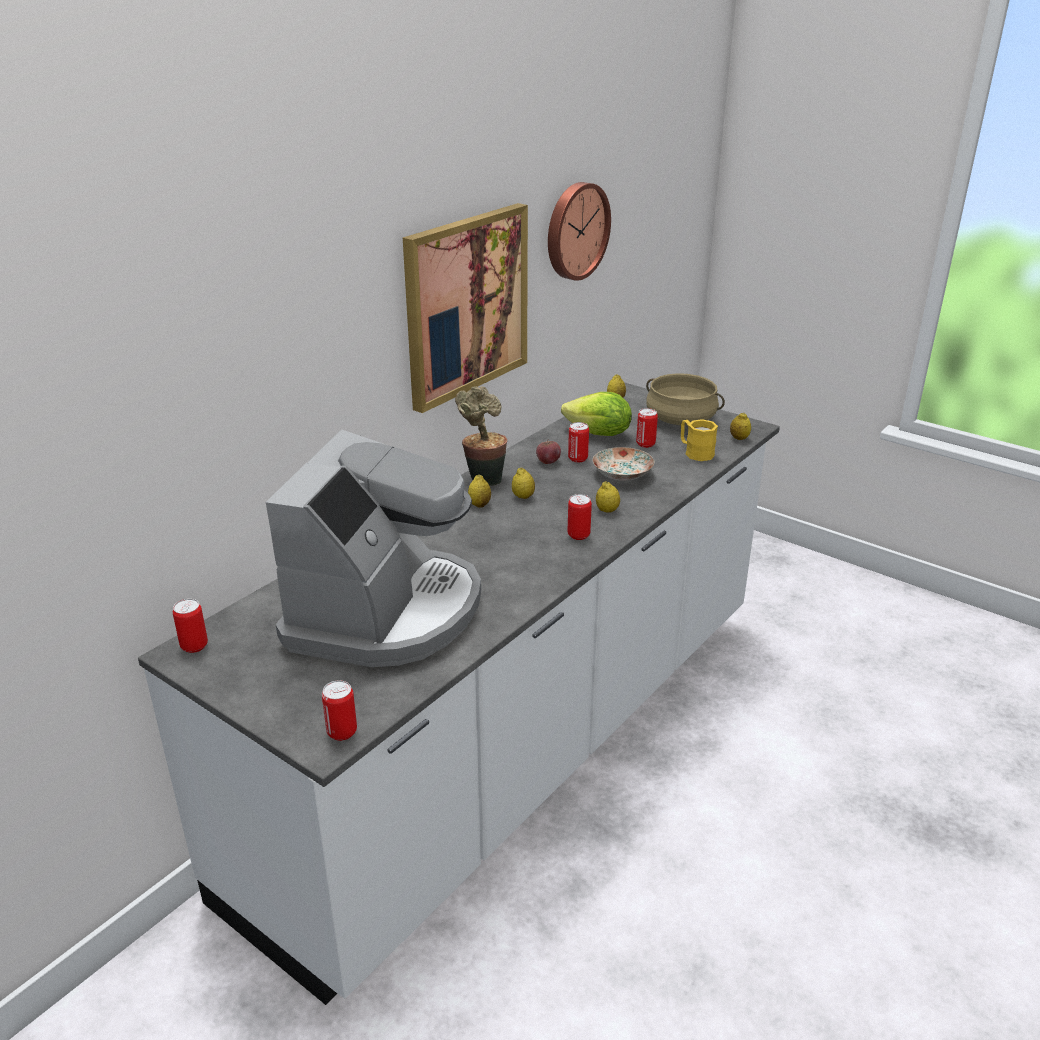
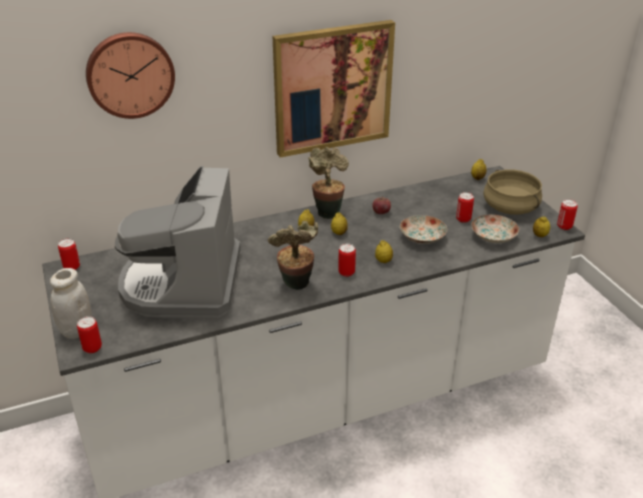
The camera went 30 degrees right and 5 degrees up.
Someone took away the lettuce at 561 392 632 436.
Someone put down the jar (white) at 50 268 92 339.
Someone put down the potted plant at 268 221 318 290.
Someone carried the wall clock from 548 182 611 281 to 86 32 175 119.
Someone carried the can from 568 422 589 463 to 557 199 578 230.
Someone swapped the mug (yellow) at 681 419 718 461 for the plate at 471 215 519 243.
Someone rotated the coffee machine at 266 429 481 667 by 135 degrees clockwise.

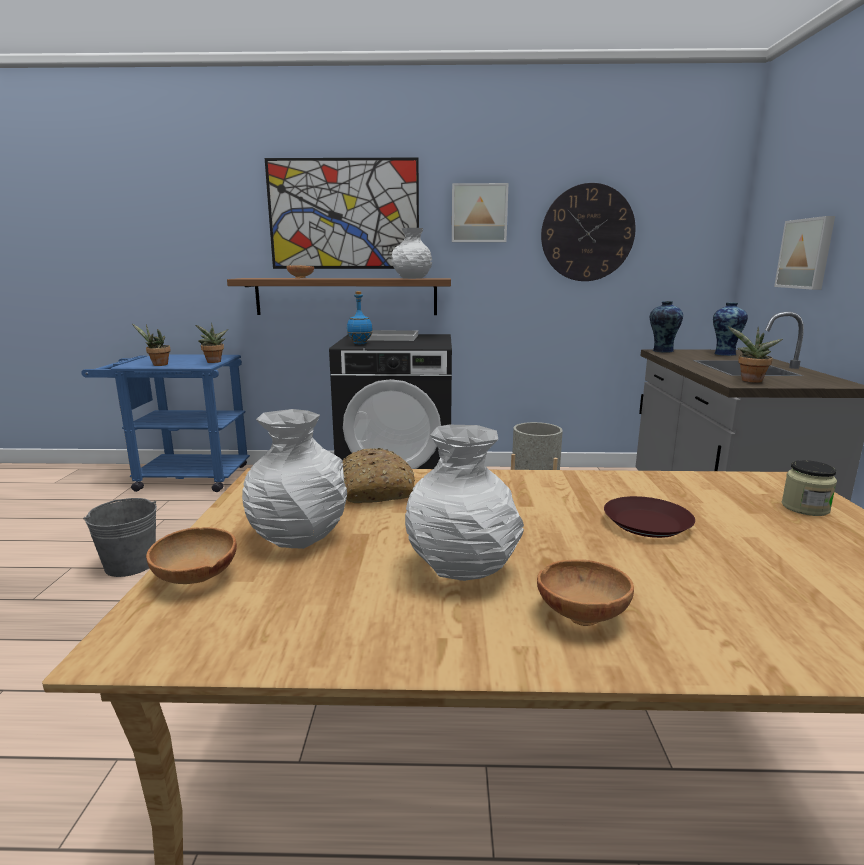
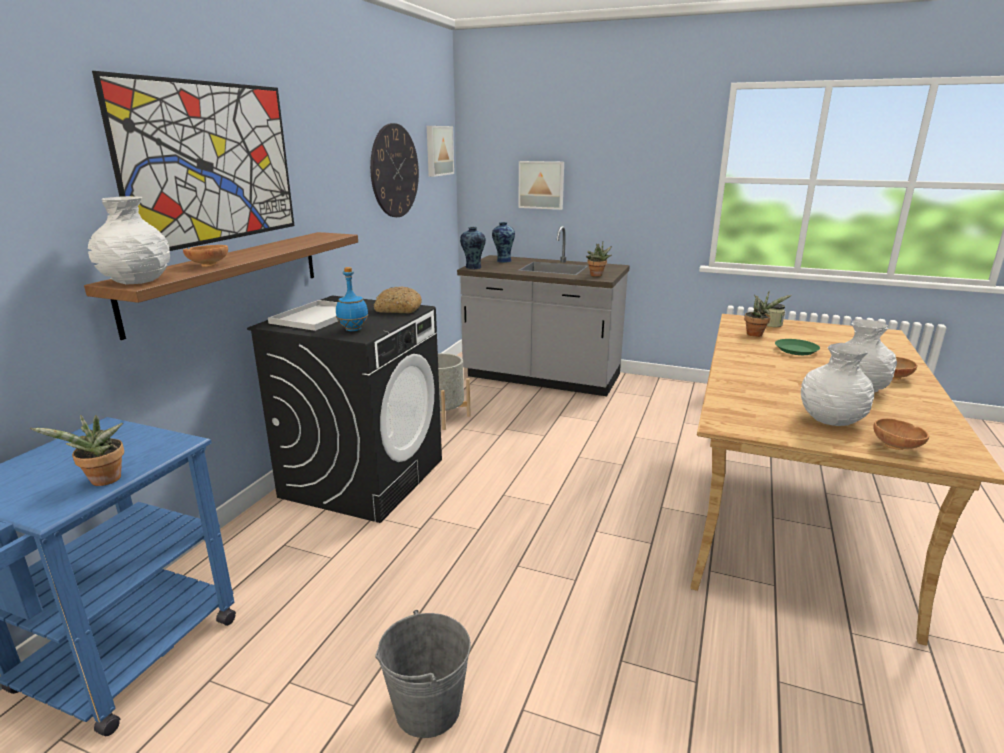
The camera went 70 degrees left and 5 degrees up.
Someone carried the potted plant from 195 323 228 363 to 744 291 792 337.
Someone carried the bread from 342 448 415 503 to 374 287 422 313.
Someone carried the vase (white) from 391 228 432 279 to 88 196 170 285.
Someone carried the picture from 452 183 508 242 to 427 126 454 177.
Someone repainted the plate (brown) at 604 496 695 538, which became the plate (green) at 775 339 820 355.

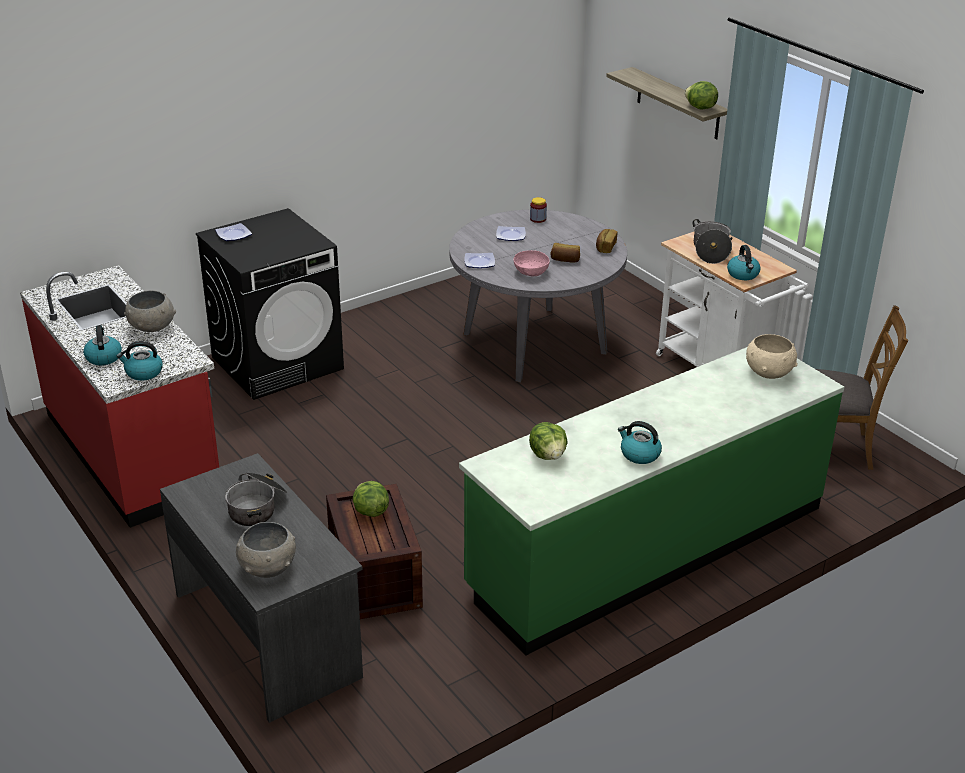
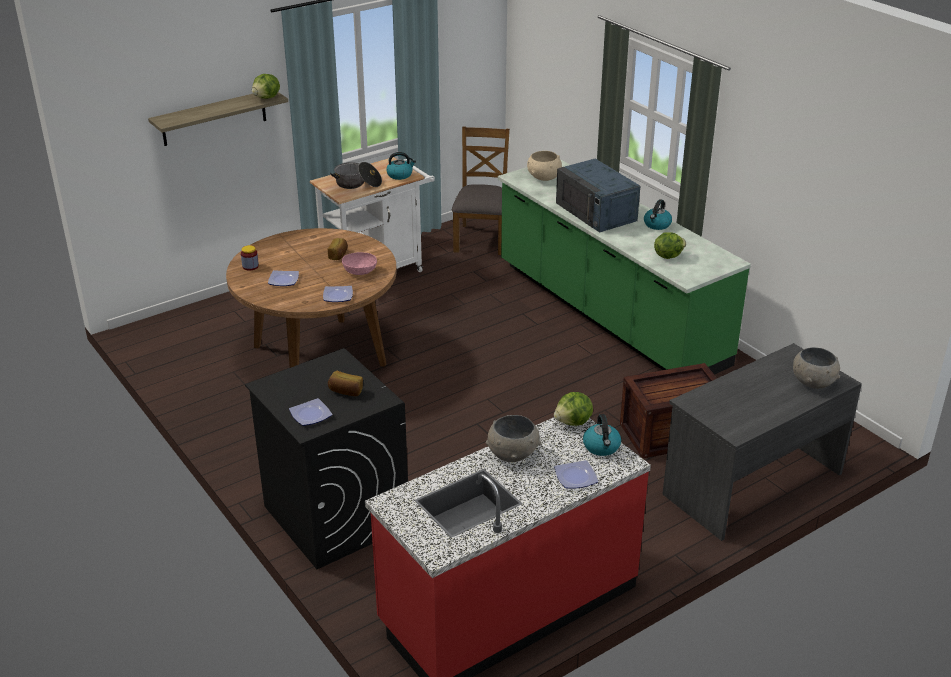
The camera went 90 degrees left and 0 degrees up.
Someone took away the cooking pot at 225 473 288 526.
Someone put down the microwave (blue) at 556 158 640 232.
Someone carried the lettuce from 353 481 389 517 to 554 392 593 426.
Someone carried the bread from 596 229 617 253 to 328 371 363 396.
Someone swapped the kettle at 83 325 122 366 for the plate at 554 460 599 488.
Someone repainted the dining table (grey) at 449 210 627 382, which became the dining table (brown) at 226 228 397 368.

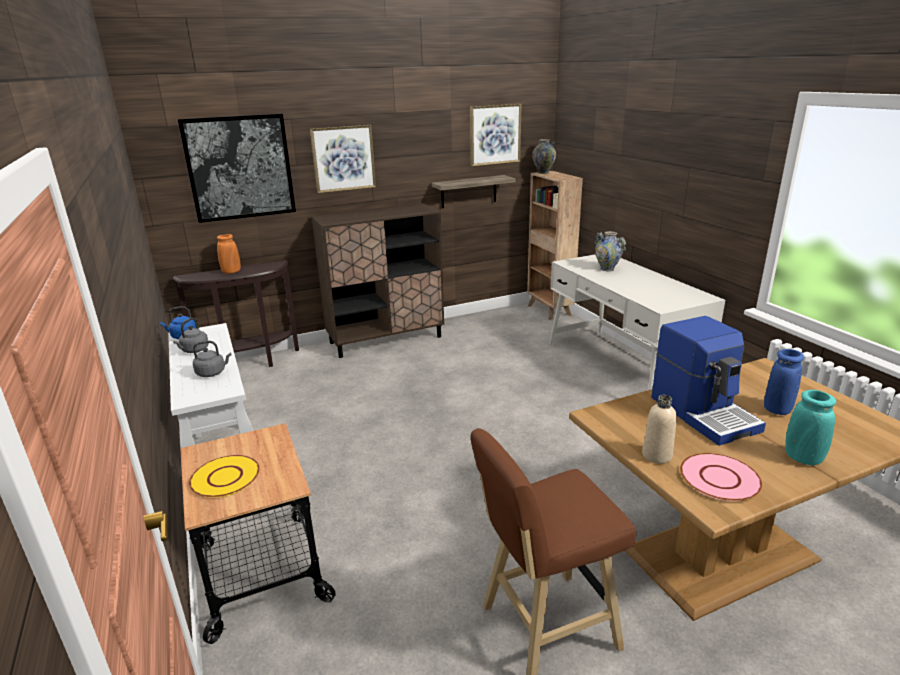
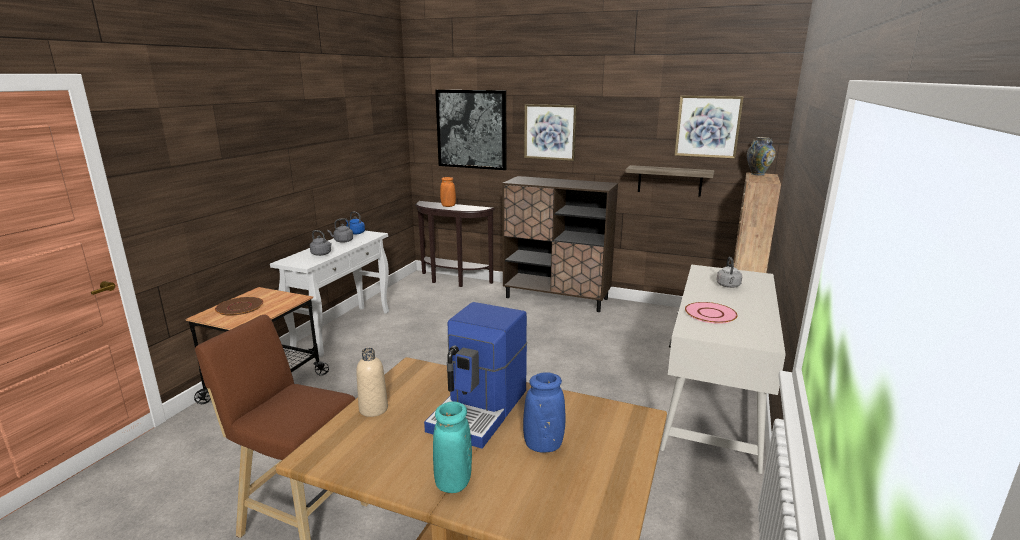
The camera went 45 degrees right and 5 degrees down.
Someone carried the plate (pink) from 680 453 762 501 to 685 302 738 324.
Someone swapped the vase at 595 231 626 272 for the kettle (grey) at 716 257 742 288.
Someone repainted the plate (yellow) at 189 455 260 498, which became the plate (brown) at 215 297 264 316.

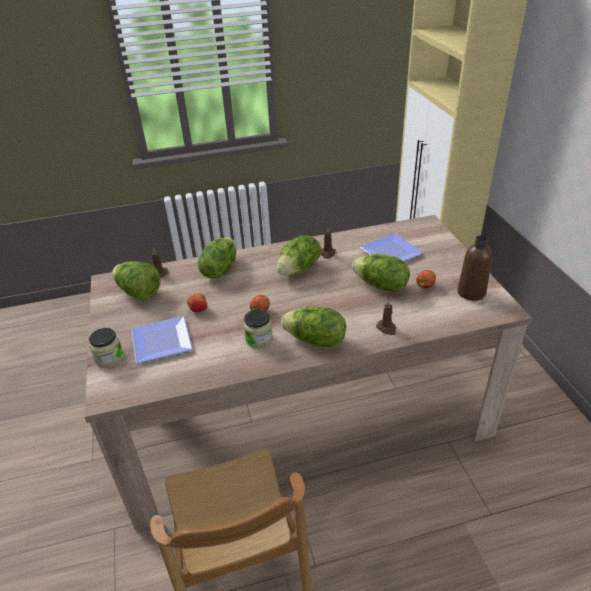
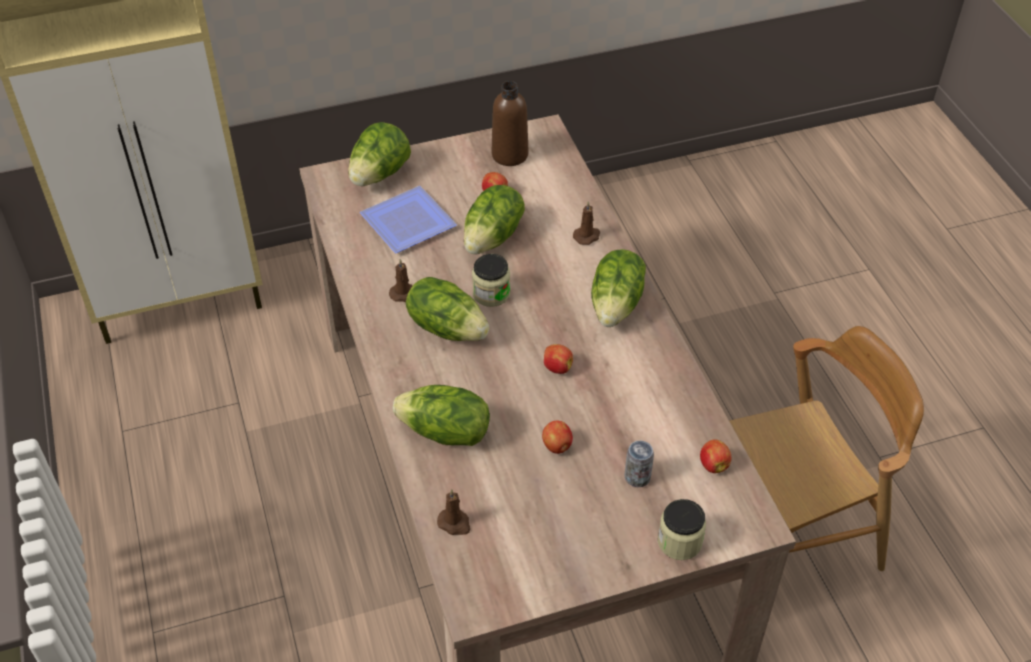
The camera went 95 degrees left and 10 degrees up.
Someone put down the apple at 700 439 732 473.
Someone carried the lettuce from 112 261 161 300 to 348 122 411 186.
Someone carried the jar from 243 310 273 348 to 472 254 510 307.
Someone swapped the plate at 131 316 193 364 for the can at 624 441 654 487.

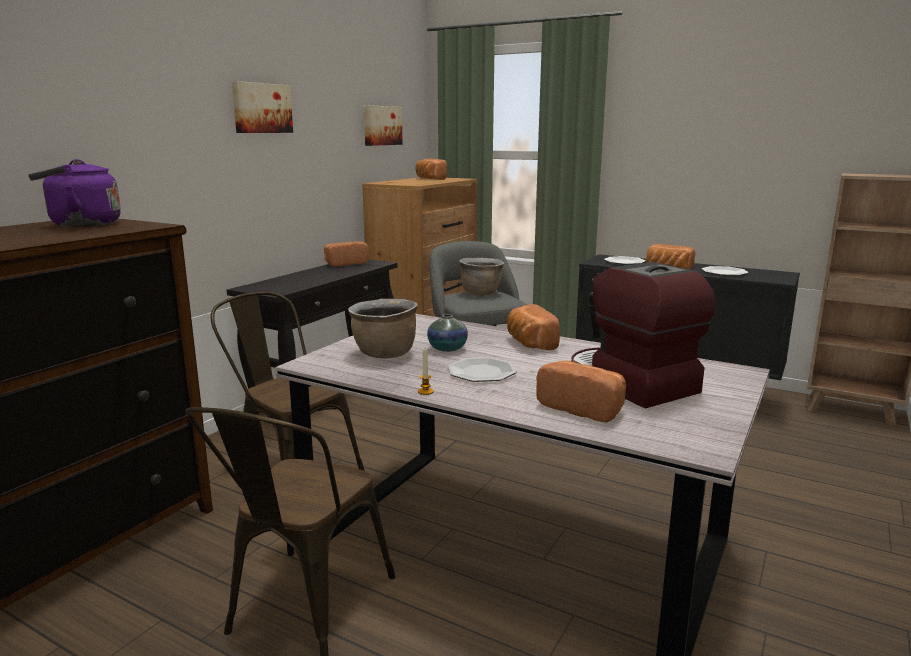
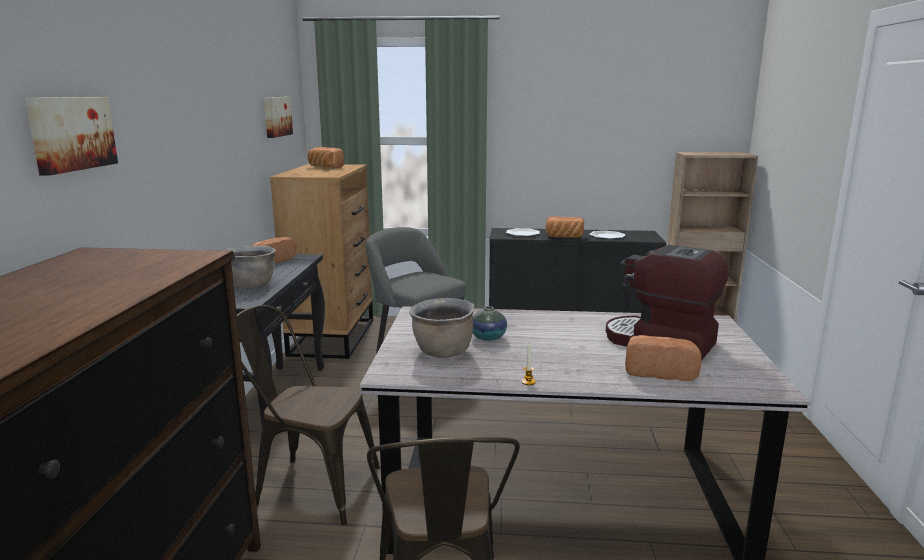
The camera went 25 degrees left and 0 degrees up.
Someone took away the kettle (purple) at 29 159 121 227.
Someone took away the plate at 448 357 517 382.
Someone took away the bread at 507 304 560 350.
Someone carried the picture from 232 81 293 133 to 25 97 118 176.
Someone carried the cooking pot (brown) from 459 258 504 295 to 224 246 276 289.

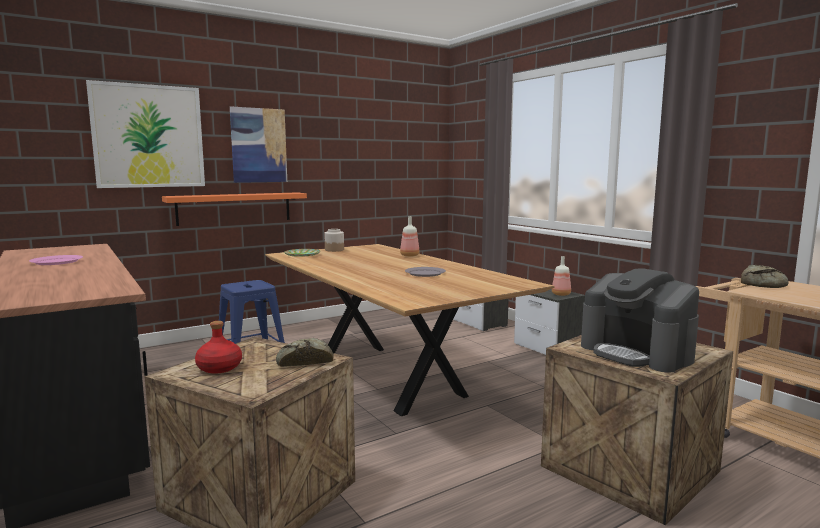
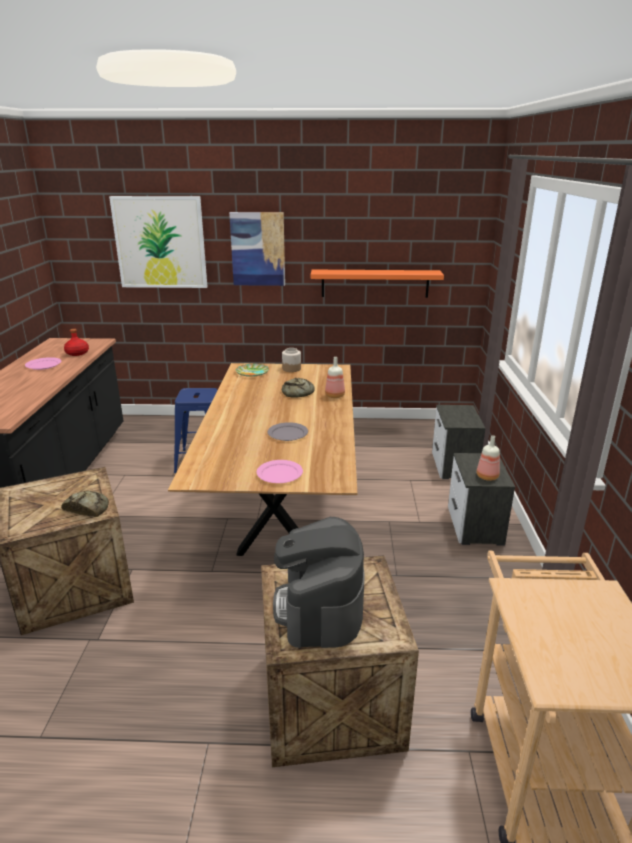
The camera went 35 degrees right and 15 degrees up.
Someone put down the plate (pink) at 256 460 303 483.
Someone carried the shelf (orange) from 162 192 307 226 to 311 270 444 298.
Someone carried the bottle (red) from 195 321 242 374 to 64 329 89 356.
Someone carried the bread from 741 265 789 288 to 282 378 315 398.

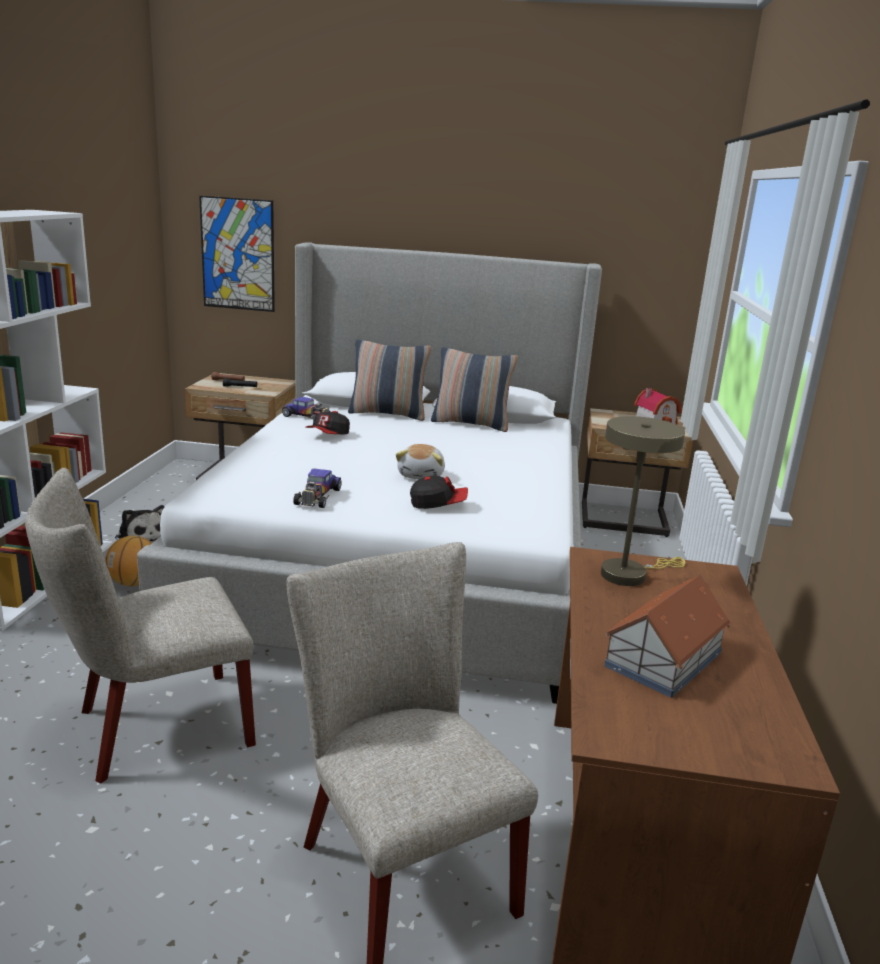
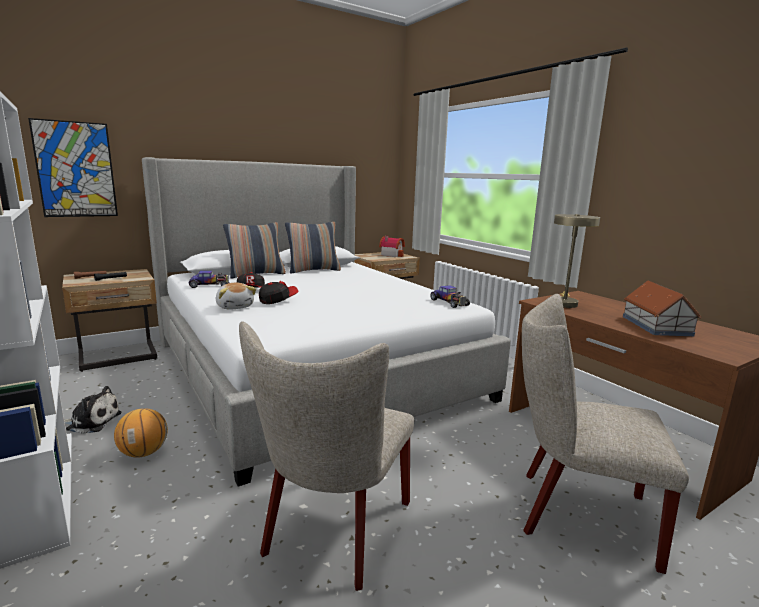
The camera went 40 degrees left and 5 degrees down.
Someone carried the toy car from 293 469 341 508 to 430 285 470 308.
Someone carried the plush toy from 396 444 445 479 to 216 283 256 310.
Someone carried the cap from 410 475 468 509 to 259 281 299 304.

